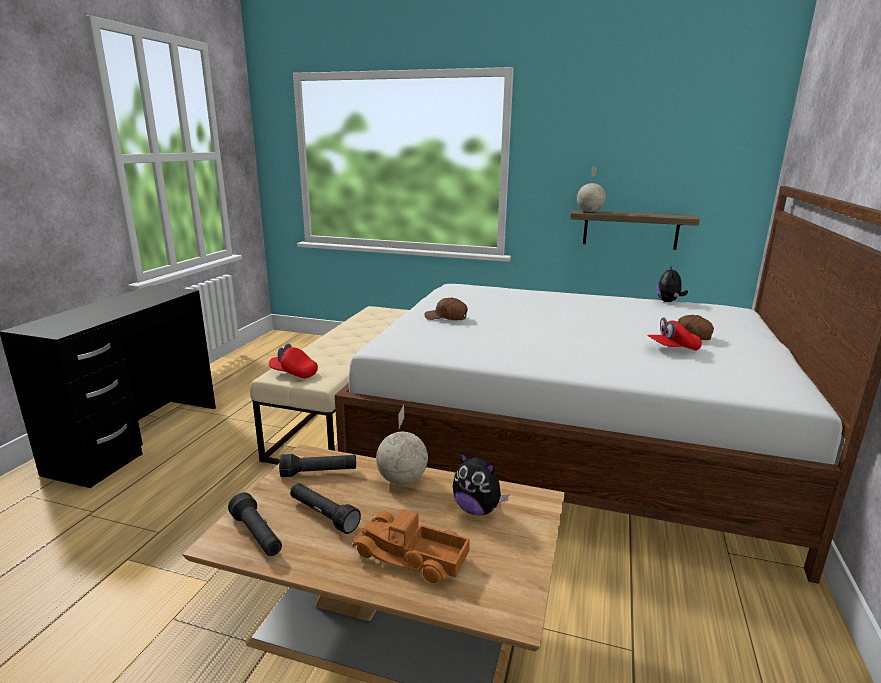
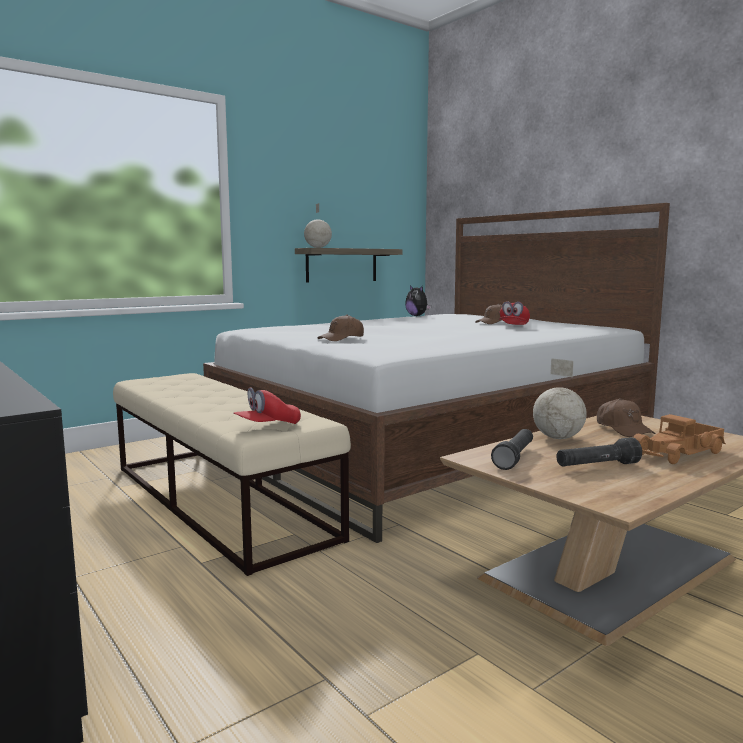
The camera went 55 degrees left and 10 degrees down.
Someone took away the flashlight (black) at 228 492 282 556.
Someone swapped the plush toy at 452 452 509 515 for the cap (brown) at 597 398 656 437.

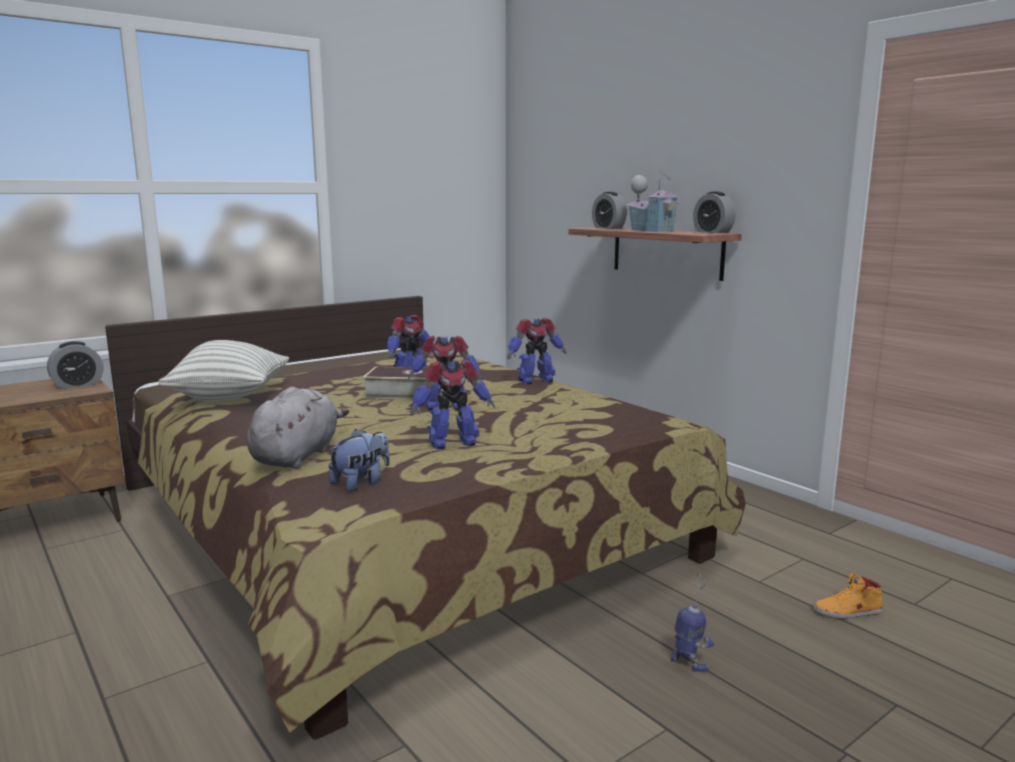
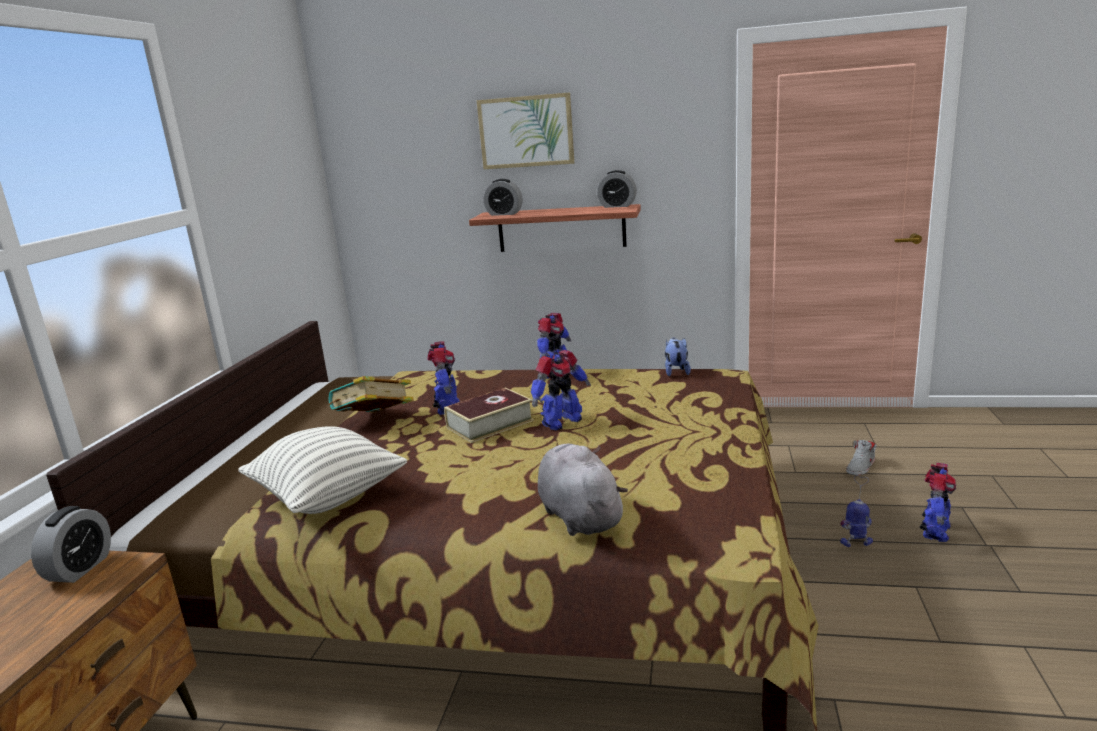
The camera went 40 degrees left and 5 degrees up.
Someone took away the toy house at 626 171 680 232.
Someone put down the book at 329 376 414 413.
Someone put up the picture at 477 92 574 169.
Someone carried the plush toy from 329 429 390 491 to 665 338 691 376.
Someone carried the toy robot from 410 360 495 449 to 920 463 957 542.
Someone repainted the shoe (orange) at 813 573 883 619, which became the shoe (grey) at 846 440 877 475.

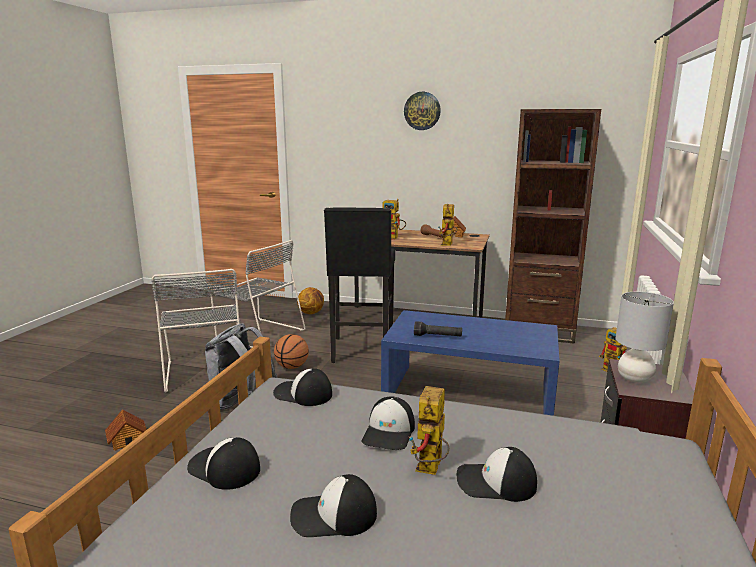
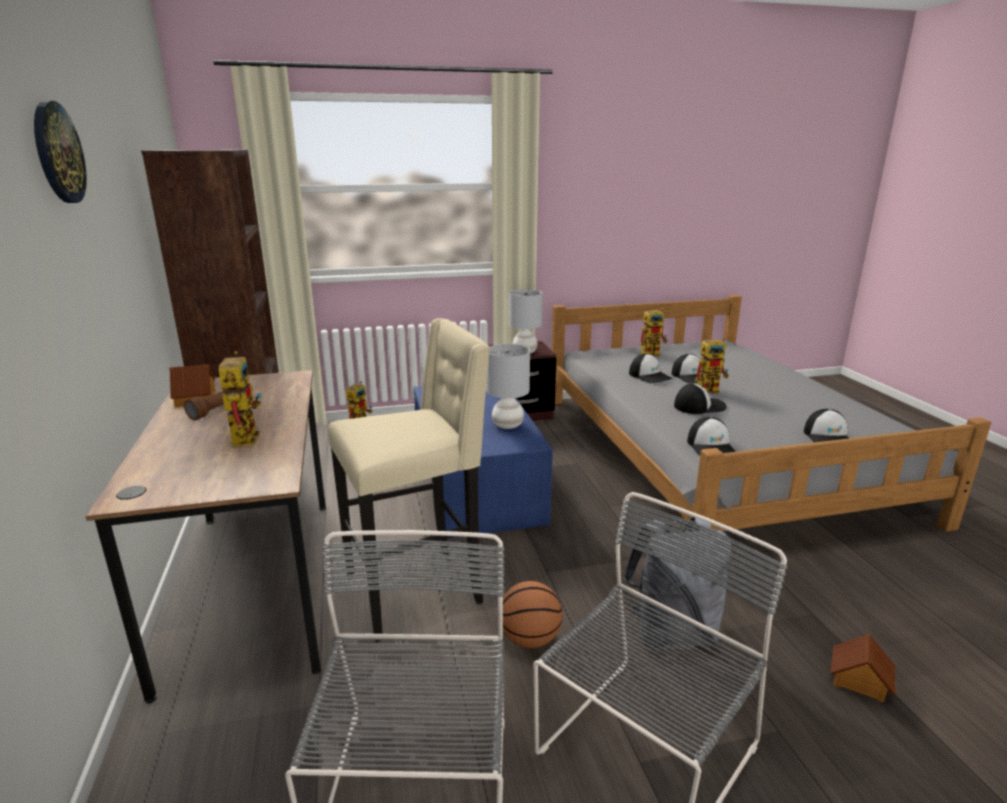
The camera went 120 degrees left and 5 degrees up.
Someone took away the basketball at 297 287 324 314.
Someone carried the cap from 290 474 377 537 to 629 354 673 383.
Someone carried the toy robot from 438 204 458 246 to 639 308 668 356.
Someone swapped the flashlight (black) at 414 321 462 337 for the table lamp (grey) at 486 344 530 429.
Someone repainted the stool (black) at 324 207 395 363, which became the stool (beige) at 328 318 490 642.

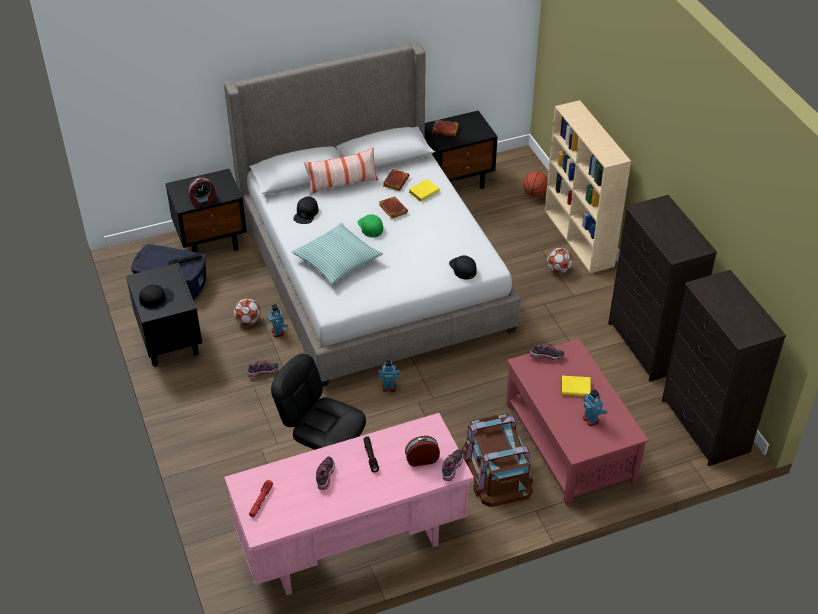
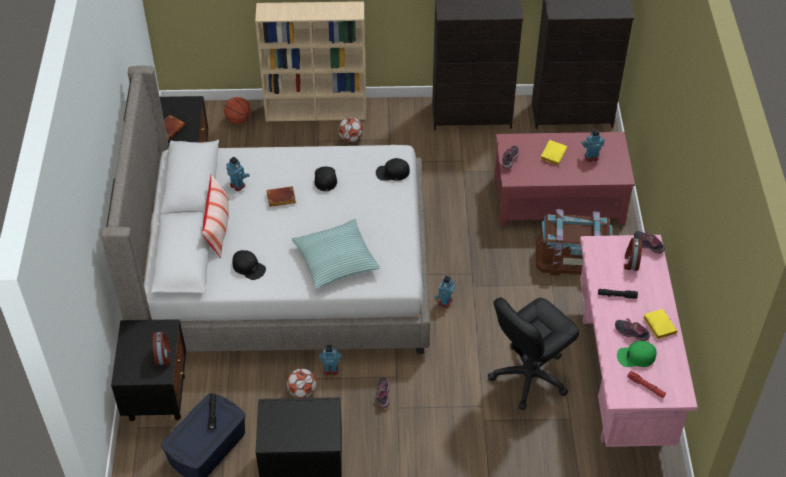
The camera went 70 degrees left and 5 degrees up.
Someone carried the cap (black) from 139 285 174 308 to 315 166 337 191.
Someone carried the cap (green) from 358 214 383 237 to 617 341 657 367.
Someone carried the book (yellow) from 409 179 439 202 to 643 309 678 339.
Someone swapped the book (brown) at 383 169 409 191 for the toy robot at 226 157 250 191.

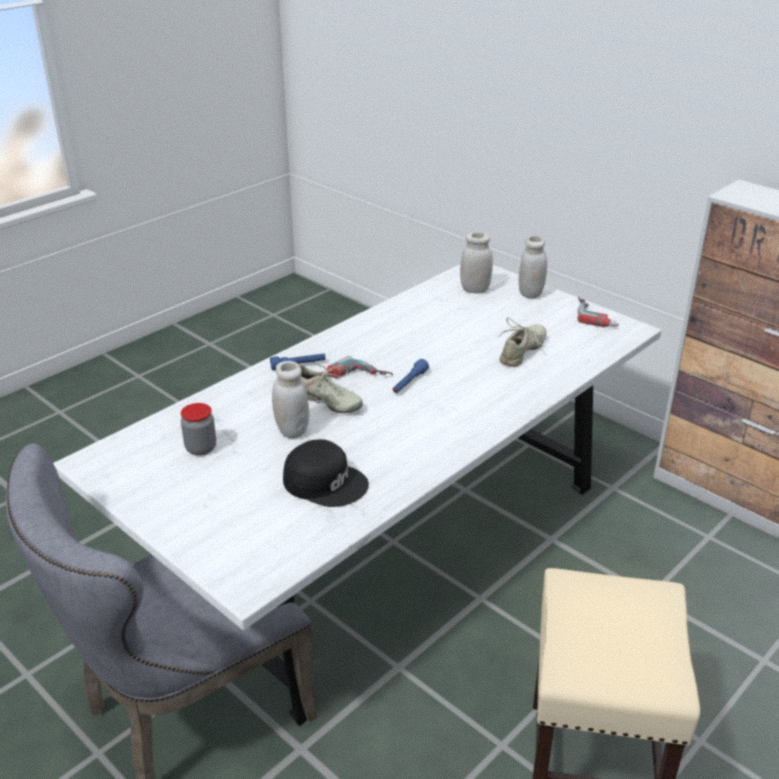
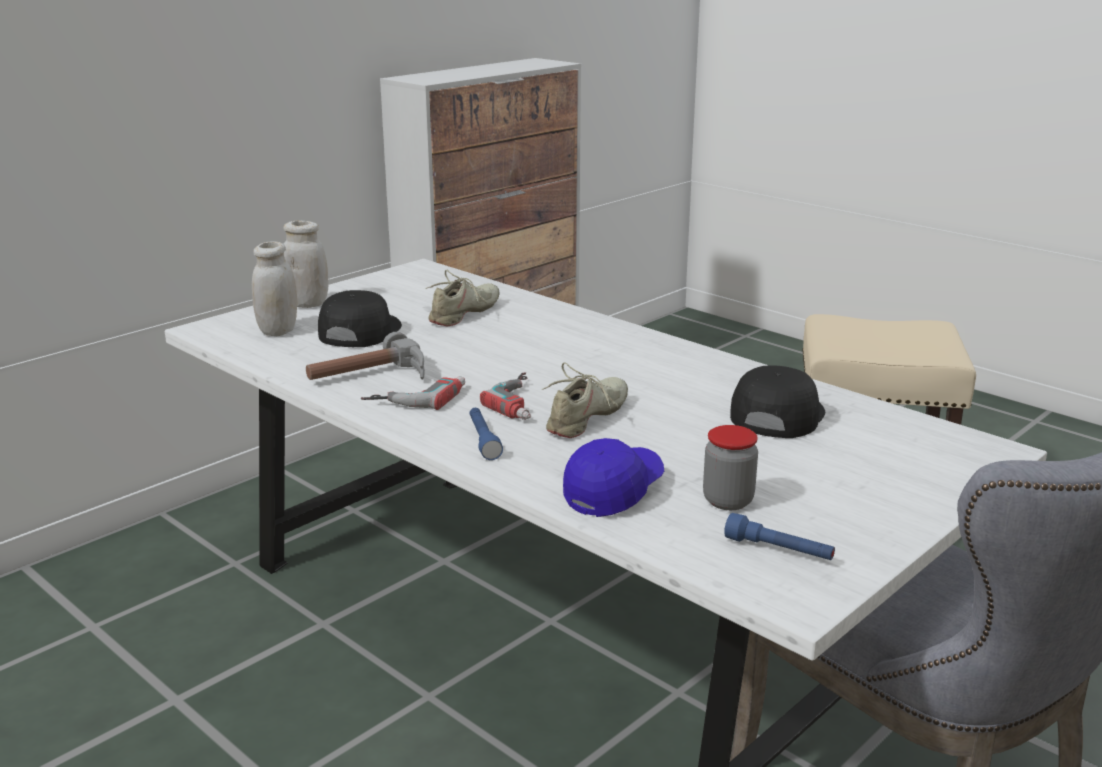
The camera went 90 degrees left and 10 degrees down.
Someone took away the jar (white) at 272 361 309 438.
Someone put down the hammer at 306 332 425 380.
Someone put down the cap (black) at 318 290 402 347.
Someone put down the cap (blue) at 563 438 664 517.
Someone carried the flashlight (blue) from 393 359 429 393 to 724 513 835 560.
Someone carried the power drill from 577 297 619 327 to 361 377 465 410.
Someone rotated the shoe (beige) at 498 317 546 367 by 90 degrees clockwise.

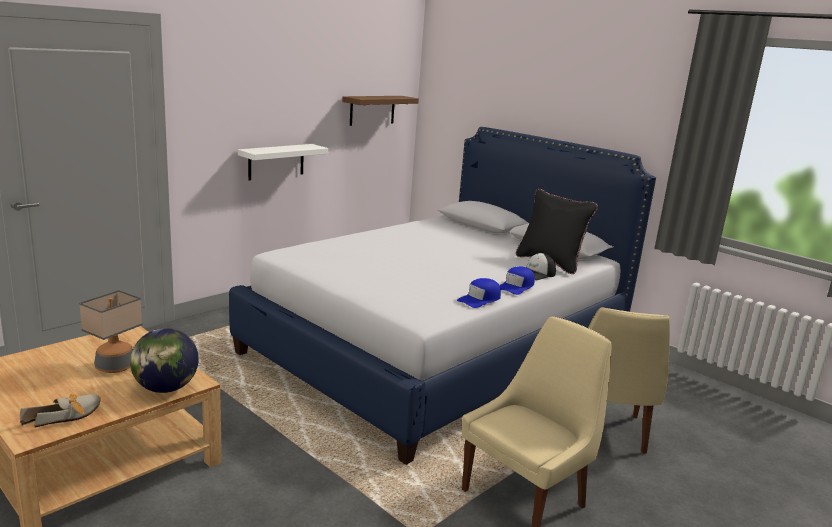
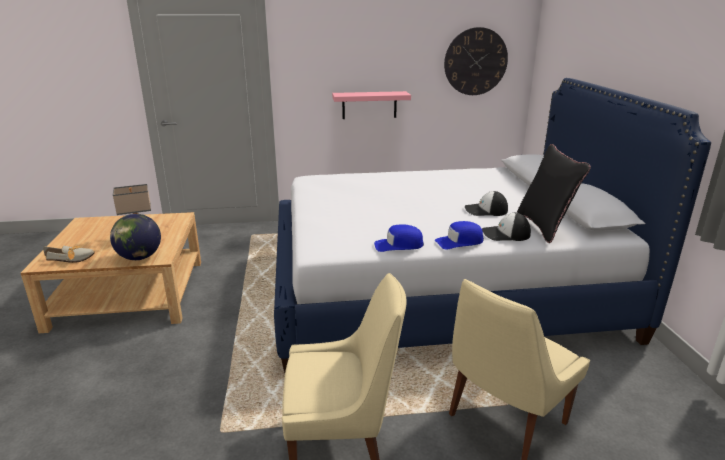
The camera went 40 degrees right and 5 degrees up.
Someone put down the cap at 465 191 508 216.
Someone swapped the shelf (brown) at 342 96 419 126 for the wall clock at 444 27 508 95.
Someone repainted the shelf (white) at 238 144 329 180, which became the shelf (pink) at 332 91 411 119.

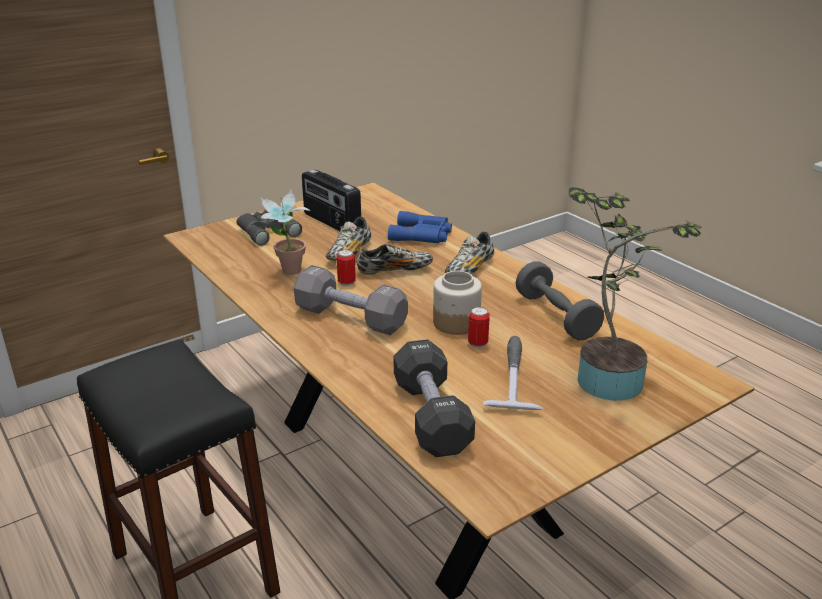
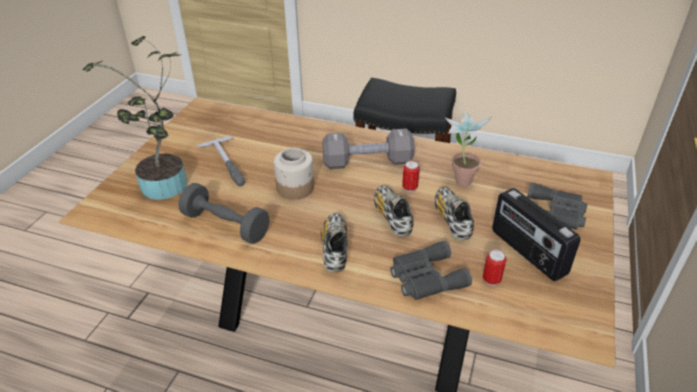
The camera went 145 degrees right and 10 degrees up.
Someone took away the dumbbell (black) at 394 339 475 457.
Someone carried the can from 468 307 490 348 to 483 250 507 286.
Someone repainted the binoculars (blue) at 388 211 452 243, which became the binoculars (grey) at 390 241 472 300.
Someone rotated the radio at 302 170 361 231 by 135 degrees counterclockwise.
Someone rotated the shoe at 357 244 433 275 by 120 degrees clockwise.

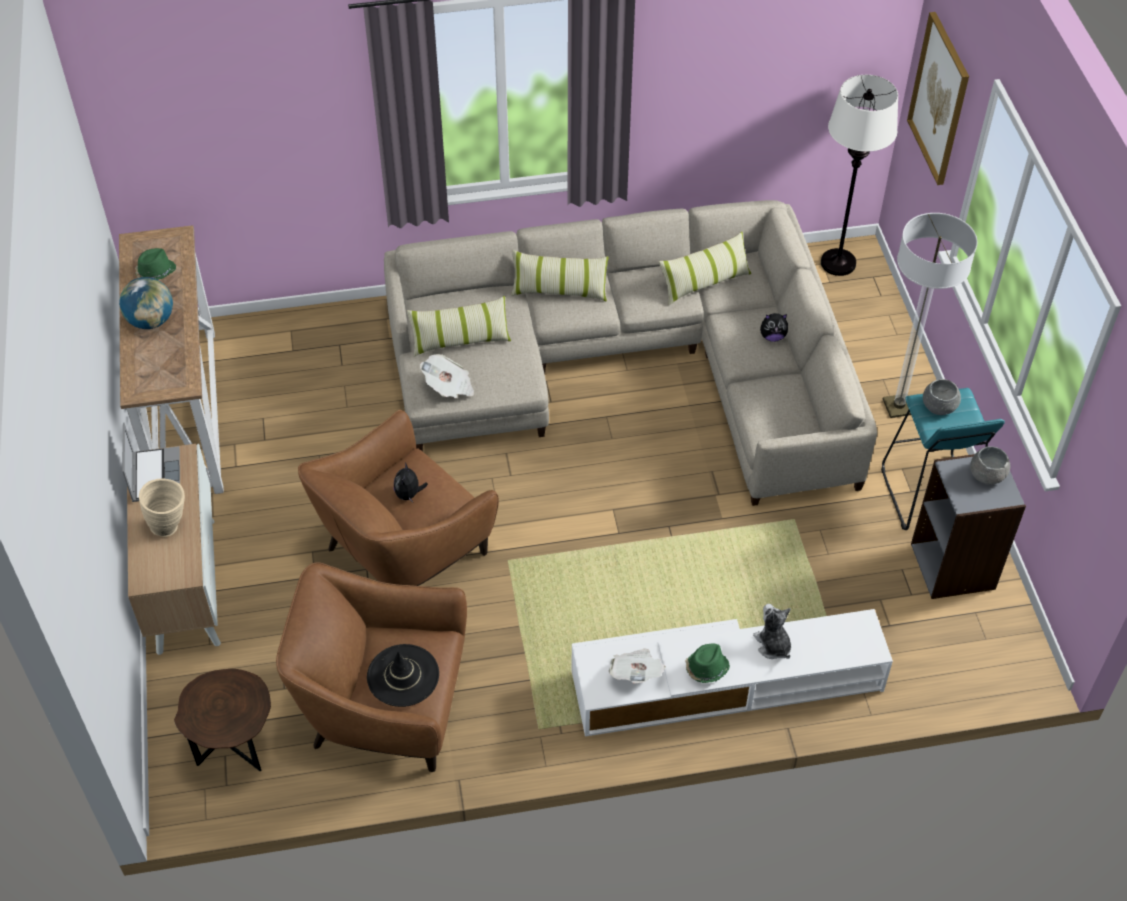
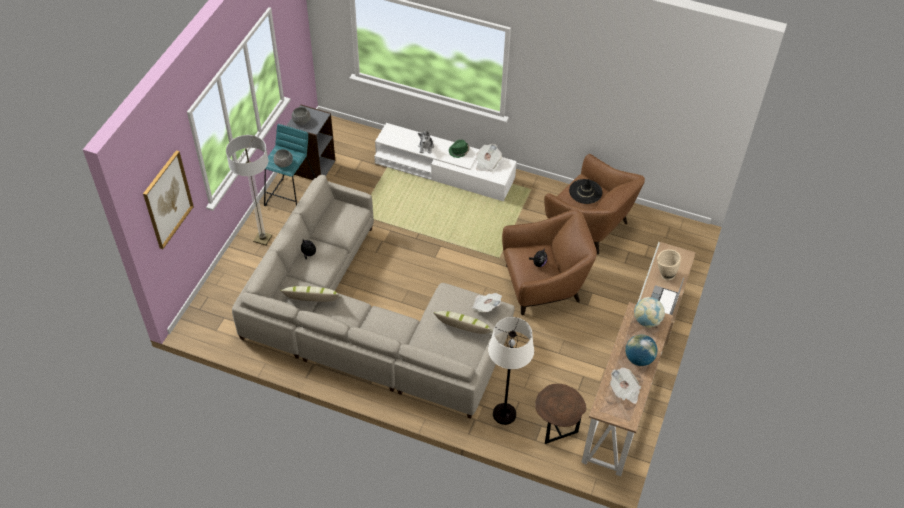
The camera went 150 degrees left and 0 degrees up.
Someone took away the pillow at 511 250 609 301.
Someone put down the globe at 634 297 665 328.
Someone carried the side table (brown) from 174 669 271 771 to 535 384 587 444.
Someone carried the floor lamp (white) from 821 75 898 276 to 488 317 534 425.
Someone swapped the hat (green) at 135 248 176 280 for the newspaper at 610 368 641 404.

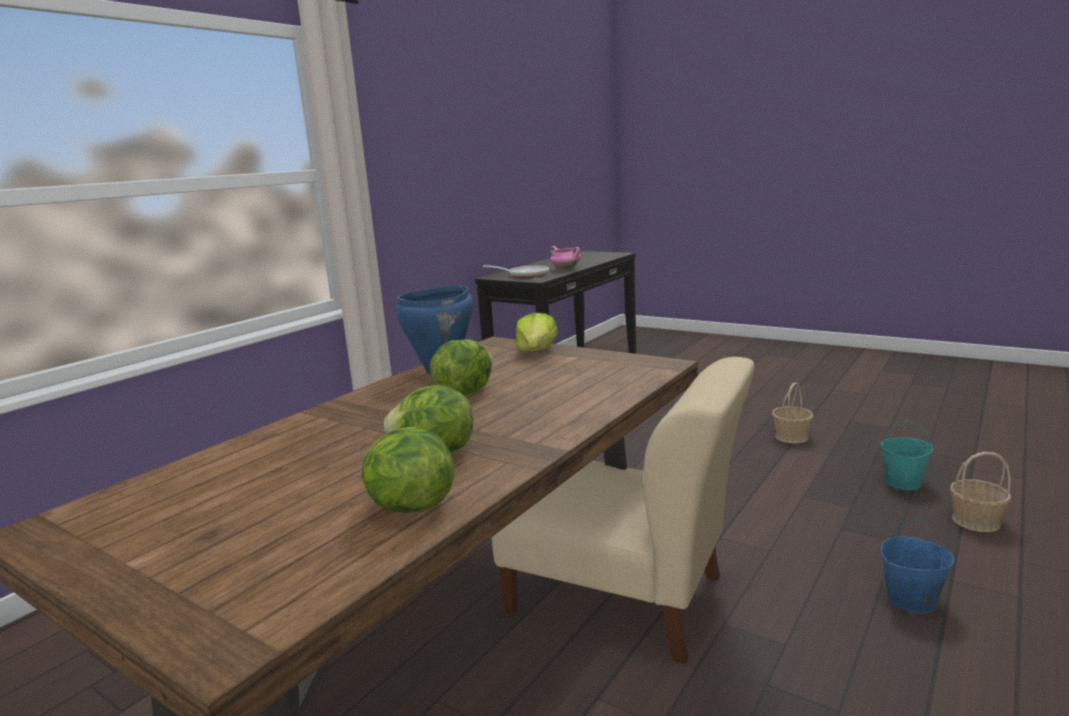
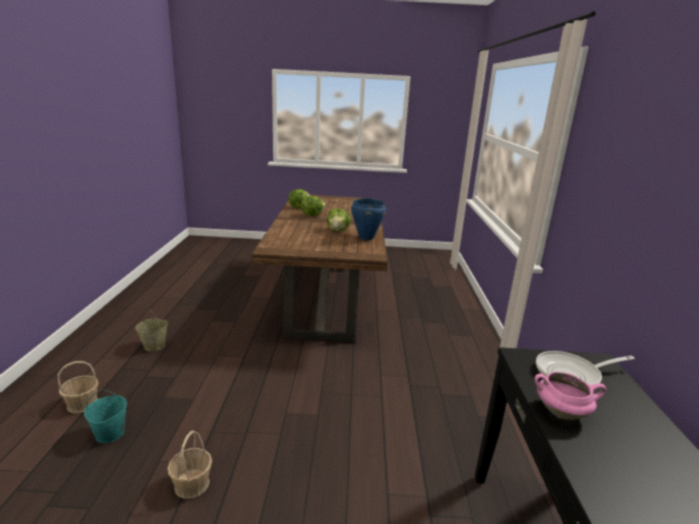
The camera went 145 degrees right and 5 degrees up.
Someone took away the chair (beige) at 492 357 754 664.
Someone took away the lettuce at 515 313 558 352.
Someone repainted the bucket (blue) at 880 519 954 613, which became the bucket (beige) at 135 310 168 351.

